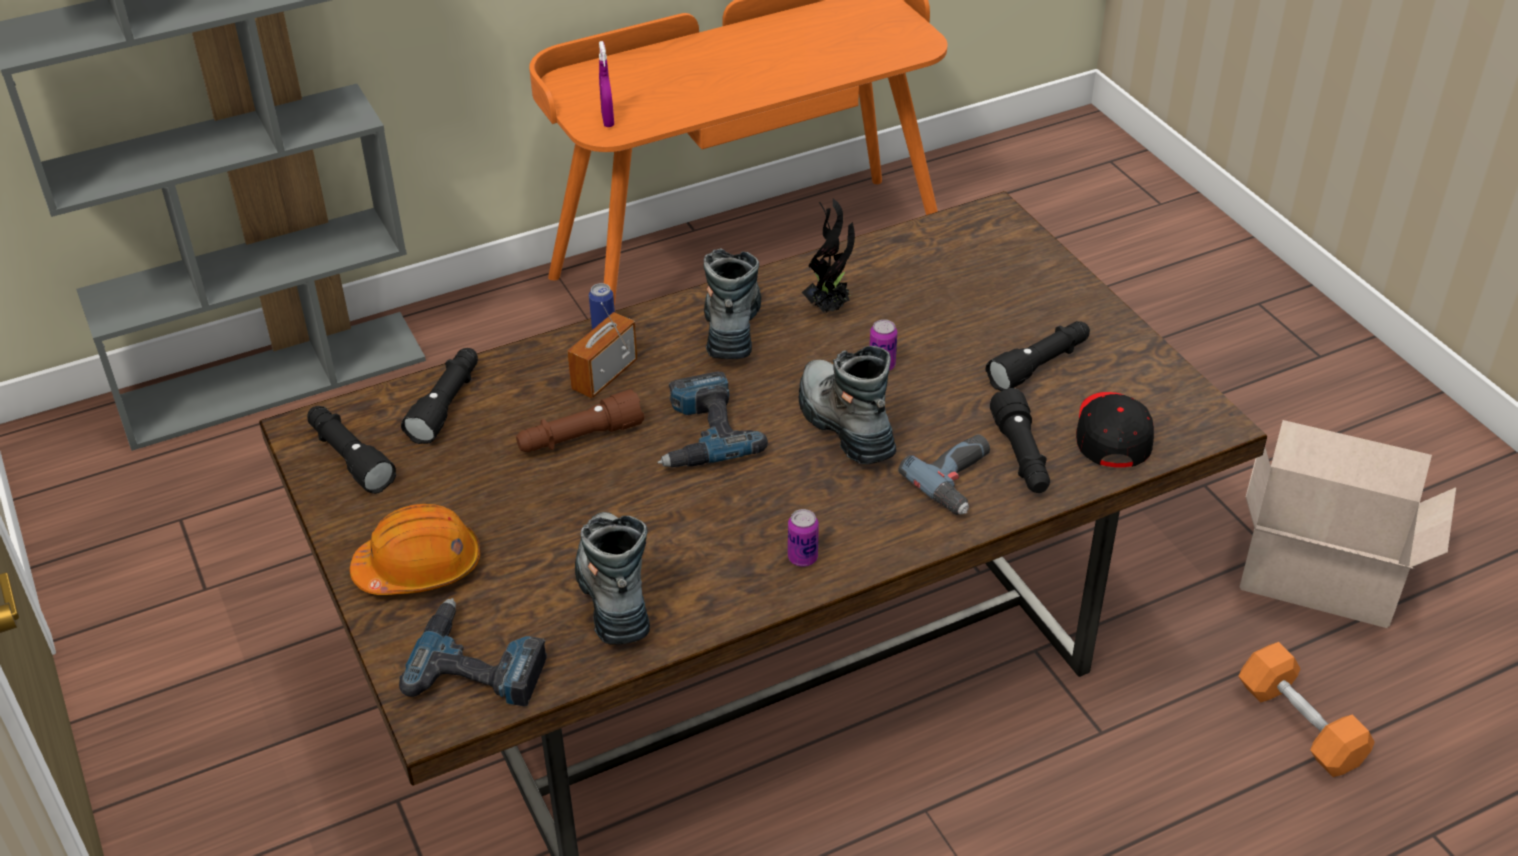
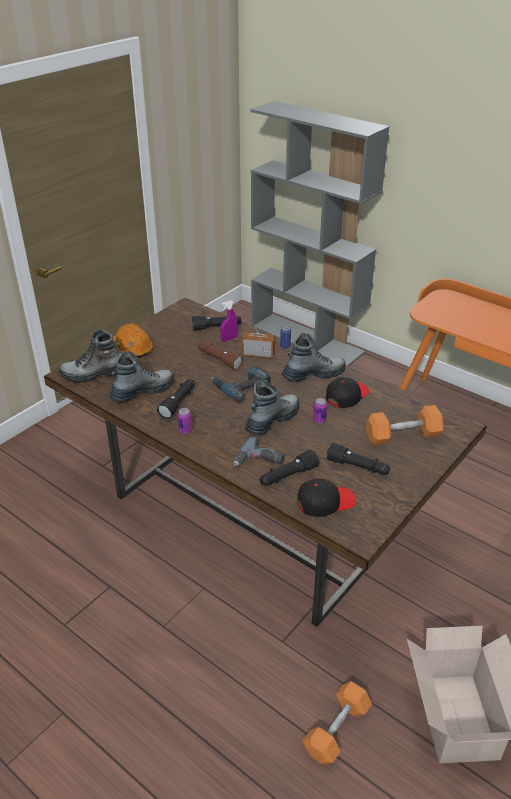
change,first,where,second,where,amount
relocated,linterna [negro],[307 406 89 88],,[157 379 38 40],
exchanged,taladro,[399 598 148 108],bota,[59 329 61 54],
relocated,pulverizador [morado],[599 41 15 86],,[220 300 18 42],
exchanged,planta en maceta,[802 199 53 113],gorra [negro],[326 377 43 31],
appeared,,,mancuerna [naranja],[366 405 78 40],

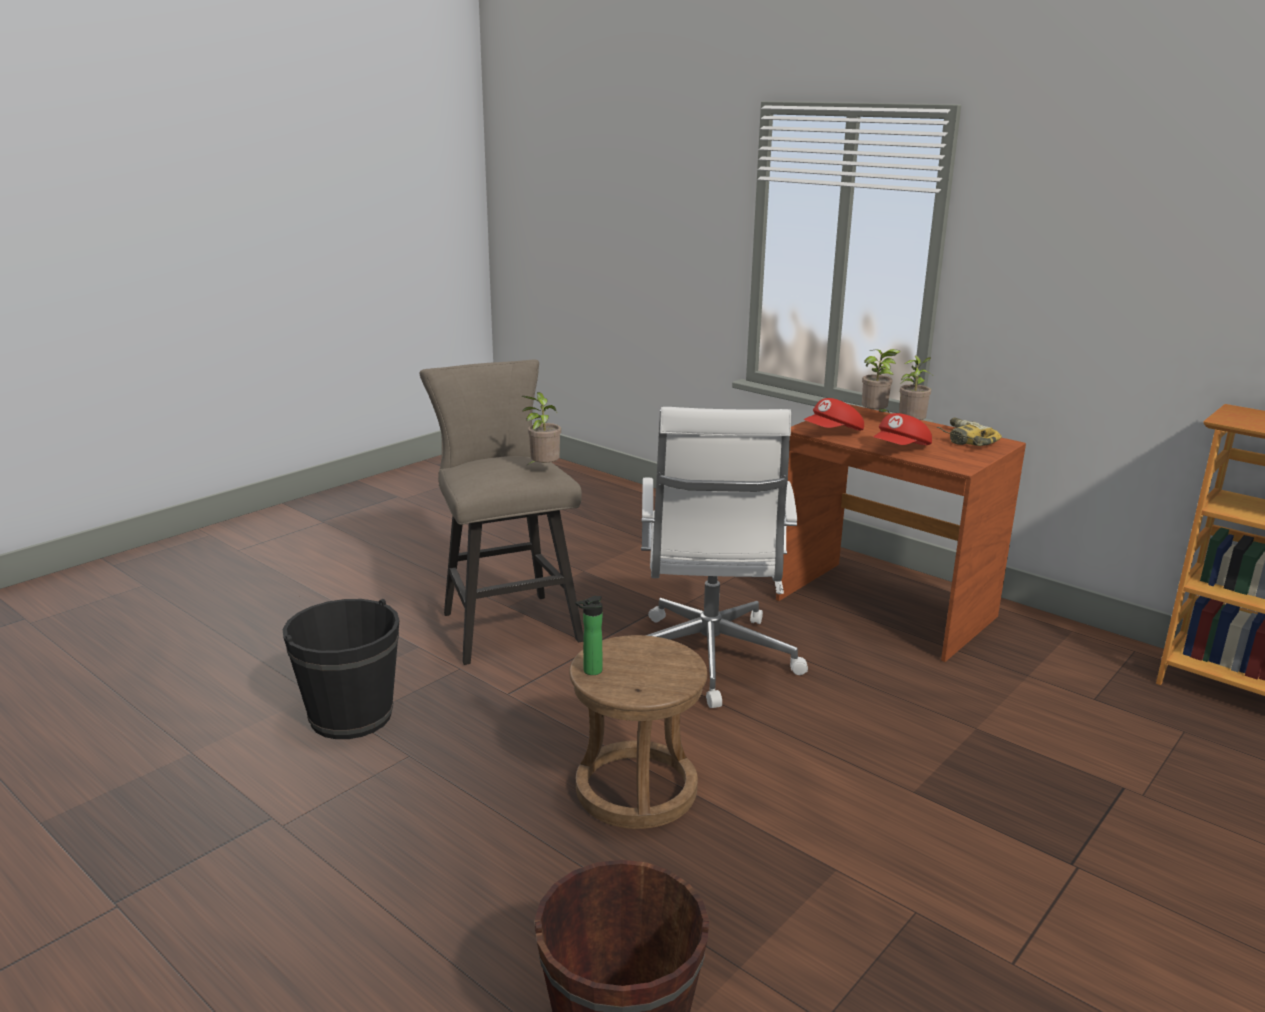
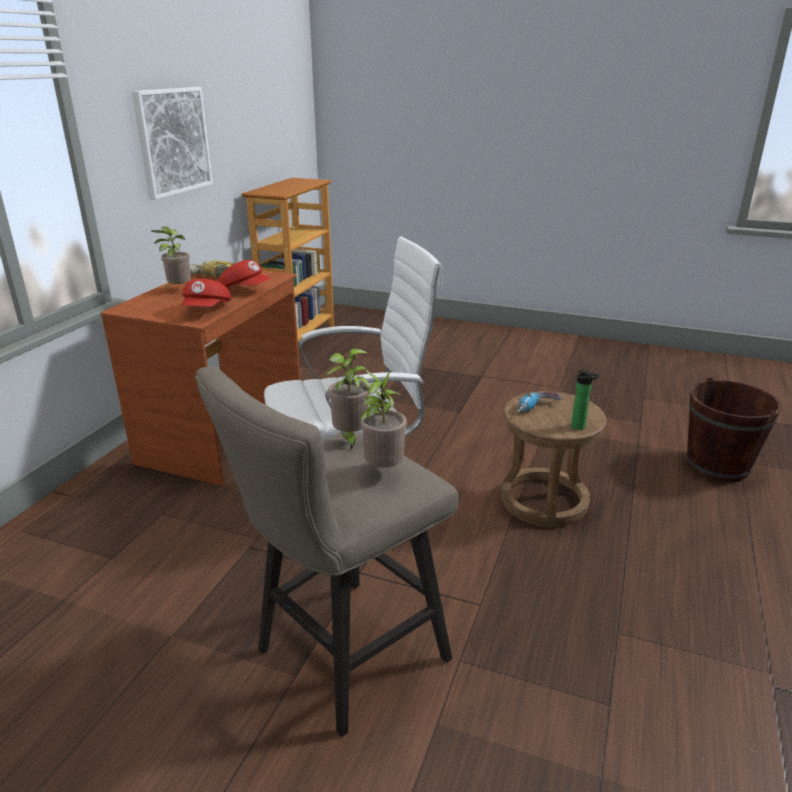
change,first,where,second,where,amount
missing,cubo [negro],[283 599 117 140],,,
spun,gorra [rojo],[803 398 61 33],,[181 279 50 28],60 degrees clockwise
relocated,planta en maceta,[862 349 39 63],,[359 370 48 97],
appeared,,,cuadro,[132 87 81 113],
appeared,,,taladro,[517 392 44 21],

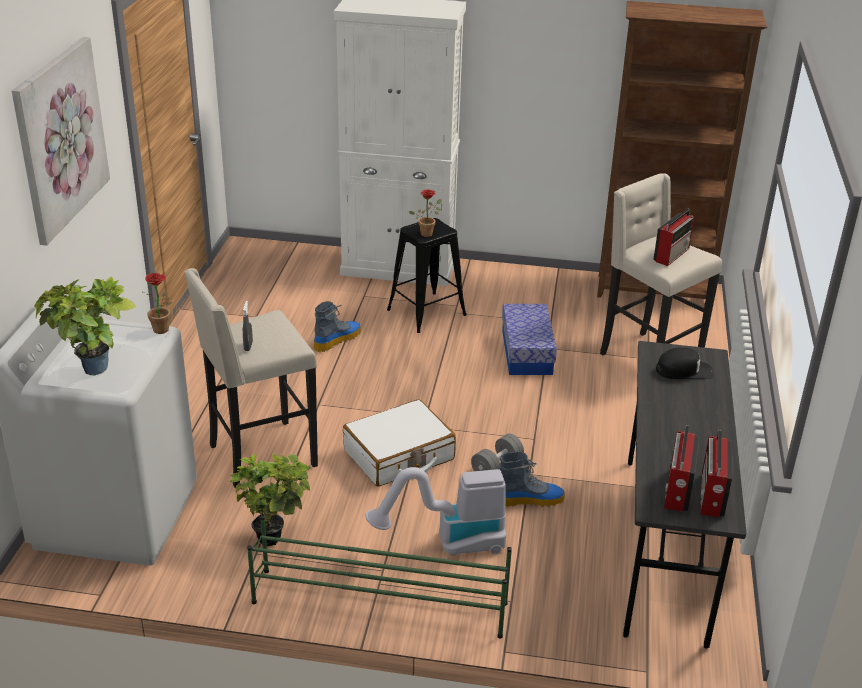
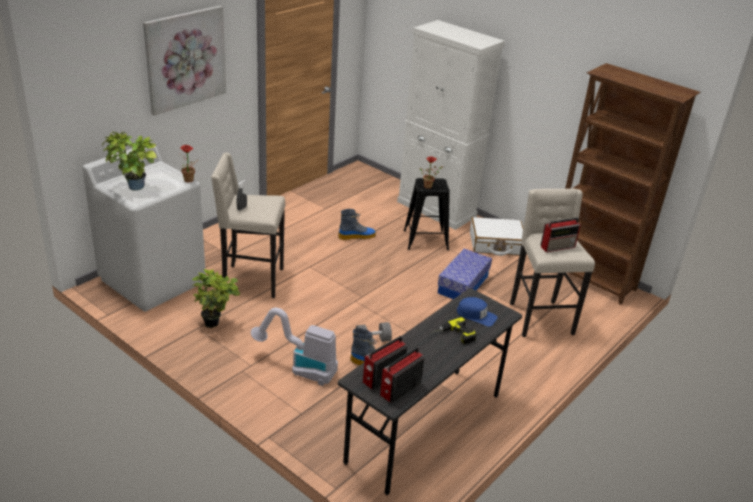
change,first,where,second,where,amount
missing,zapatero [verde],[247 515 265 124],,,
relocated,maleta [blanco],[343 399 113 88],,[470 217 53 39],
colour,gorra [negro],[656 347 58 32],gorra [azul],[457 297 41 30],
appeared,,,taladro,[428 317 48 28],

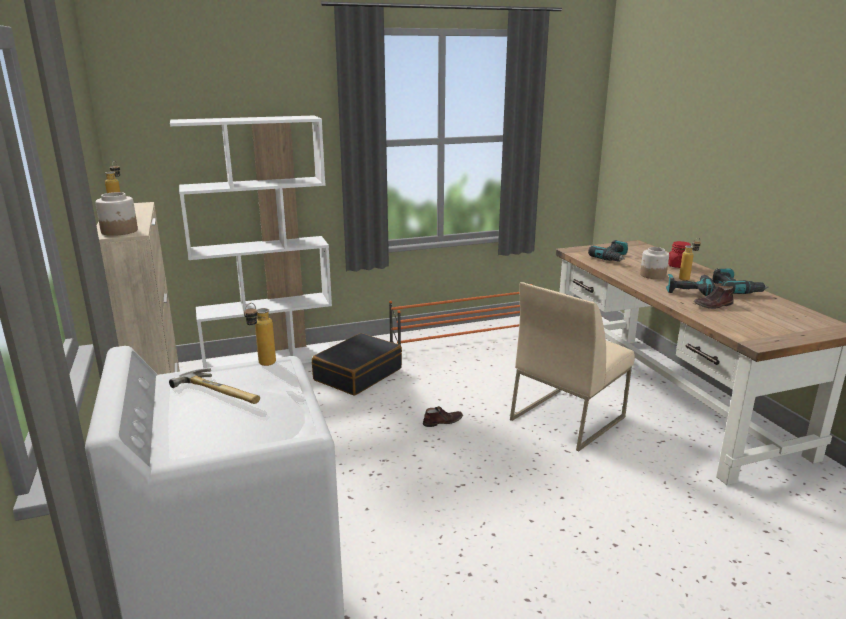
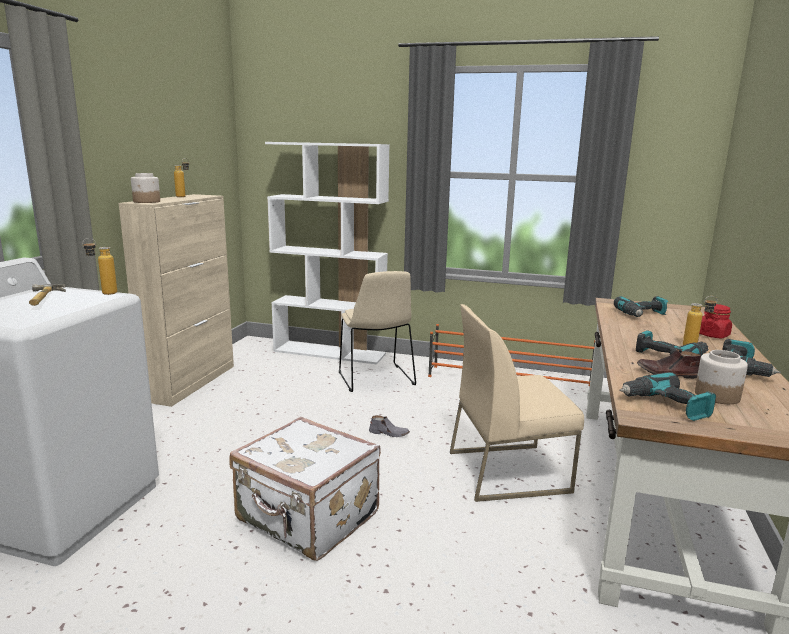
change,first,where,second,where,amount
exchanged,maleta [negro],[312 333 90 63],silla [beis],[339 271 77 121],
colour,zapato [marrón],[423 406 40 21],zapato [gris],[369 415 41 22],
relocated,tarro,[640 247 29 32],,[695 350 53 54],
appeared,,,maleta [blanco],[229 417 152 144],
appeared,,,taladro,[619 372 97 49],

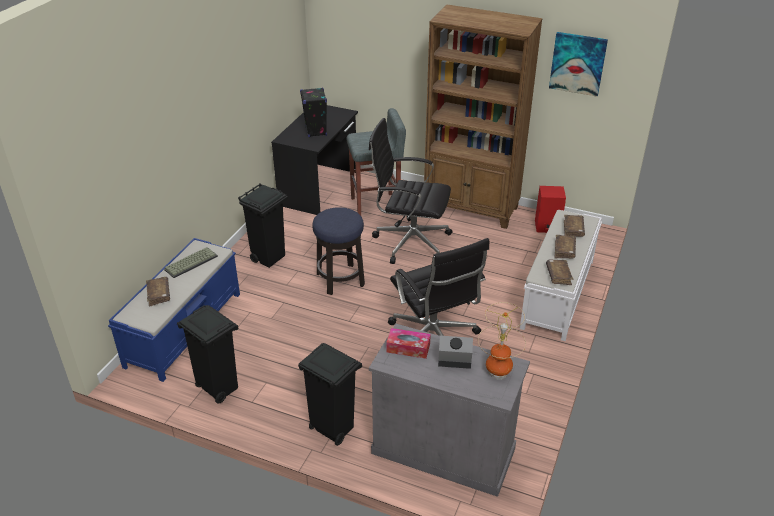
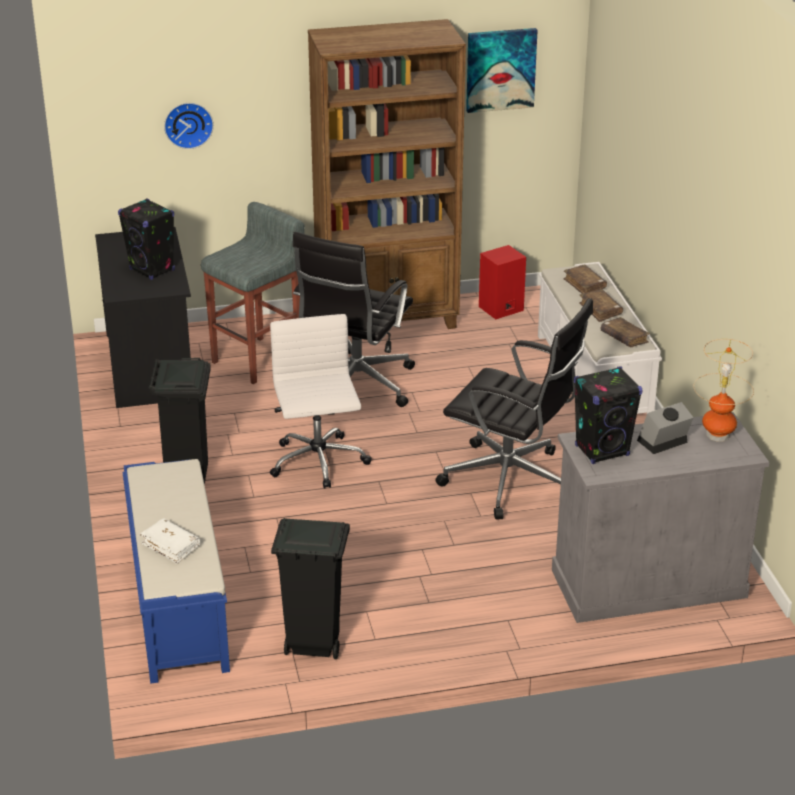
change,first,where,second,where,amount
colour,libro [marrón],[146 277 24 30],libro [blanco],[140 518 60 46],
missing,teclado,[164 247 54 31],,,
missing,papelera [negro],[298 343 64 103],,,
exchanged,taburete,[312 207 53 88],silla de oficina [blanco],[270 314 102 174],
spun,silla de oficina [negro],[369 118 84 146],,[293 232 122 183],45 degrees counterclockwise
exchanged,caja de pañuelos,[386 328 45 31],altavoz [negro],[574 366 69 98],
appeared,,,reloj de pared,[164 103 50 46],

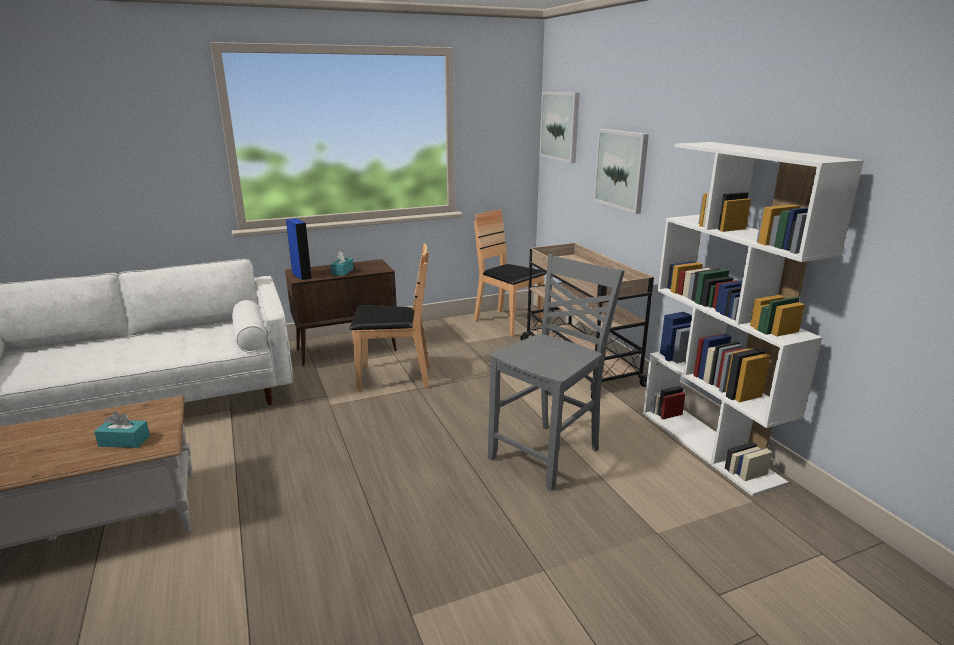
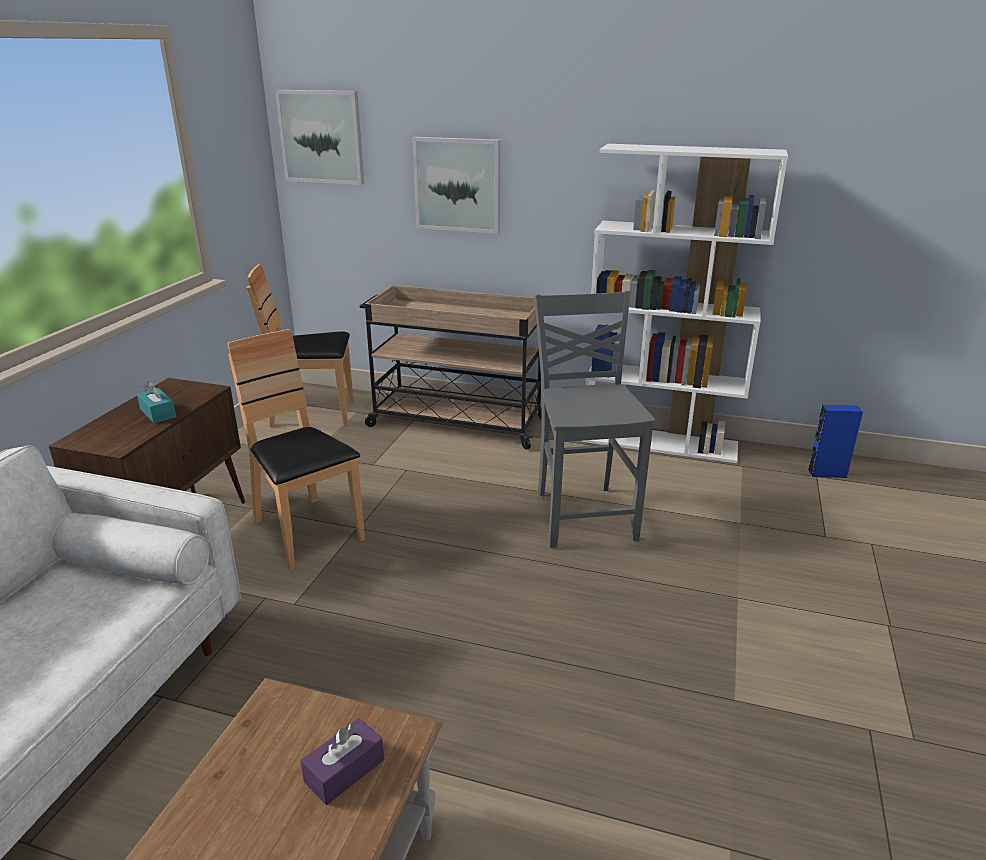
change,first,where,second,where,amount
colour,caja de pañuelos [turquesa],[94 411 56 37],caja de pañuelos [morado],[301 718 83 87],
relocated,altavoz [azul],[286 218 26 62],,[808 405 55 73],
spun,silla [marrón],[350 243 80 148],,[227 329 138 241],75 degrees counterclockwise

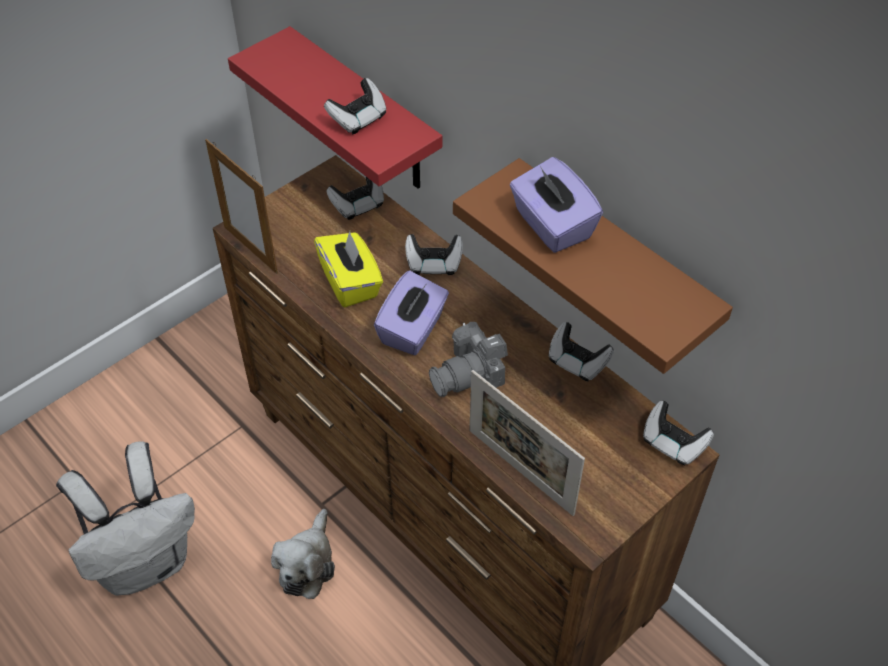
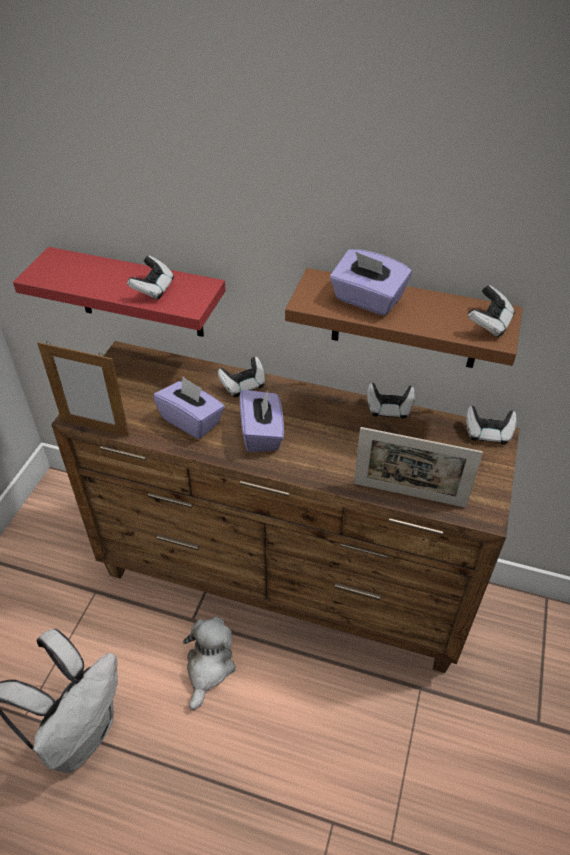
change,first,where,second,where,amount
spun,peluche,[271 509 64 90],,[183 617 53 93],150 degrees counterclockwise
colour,caja de pañuelos [amarillo],[314 231 69 76],caja de pañuelos [morado],[153 377 72 62],
relocated,mando de consola,[326 177 58 43],,[468 285 46 53],
missing,cámara,[429 322 79 75],,,

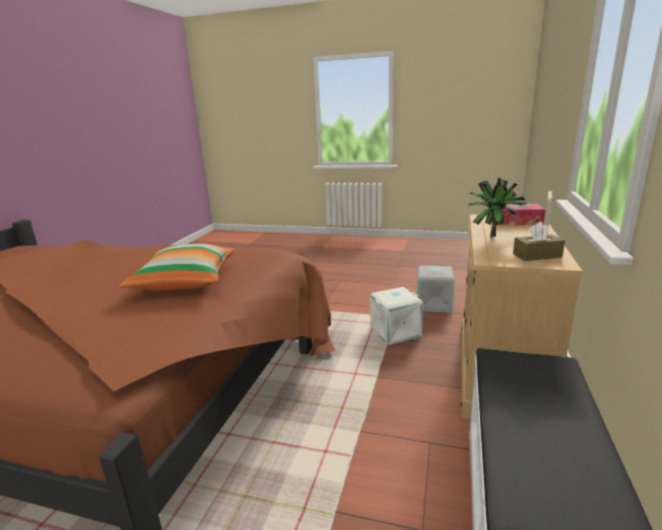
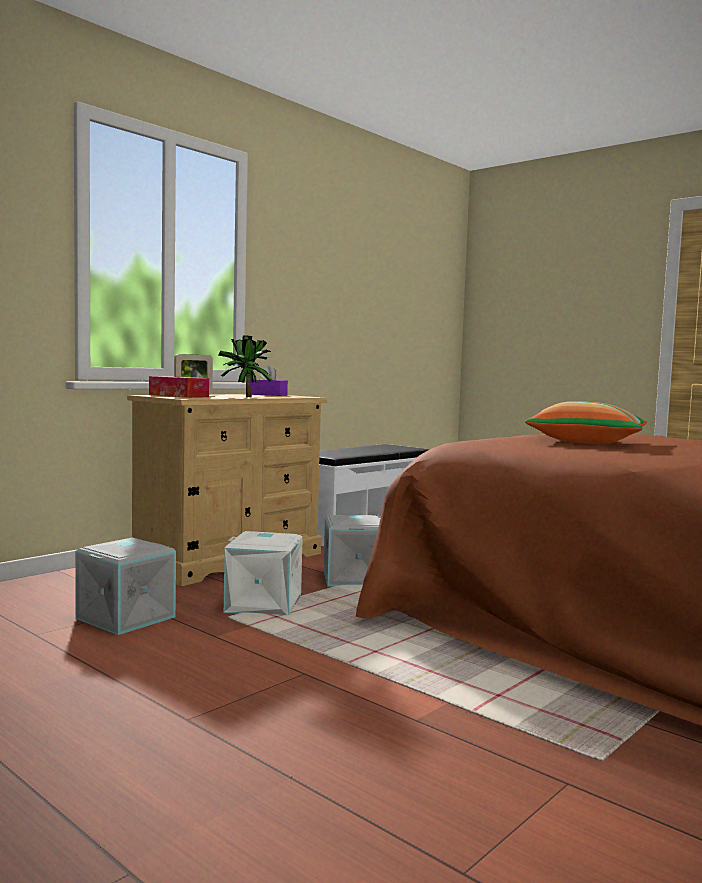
change,first,where,second,where,amount
colour,caja de pañuelos [marrón],[513 222 52 39],caja de pañuelos [morado],[250 365 38 31],
appeared,,,caja de almacenaje [gris],[323 515 57 71],

